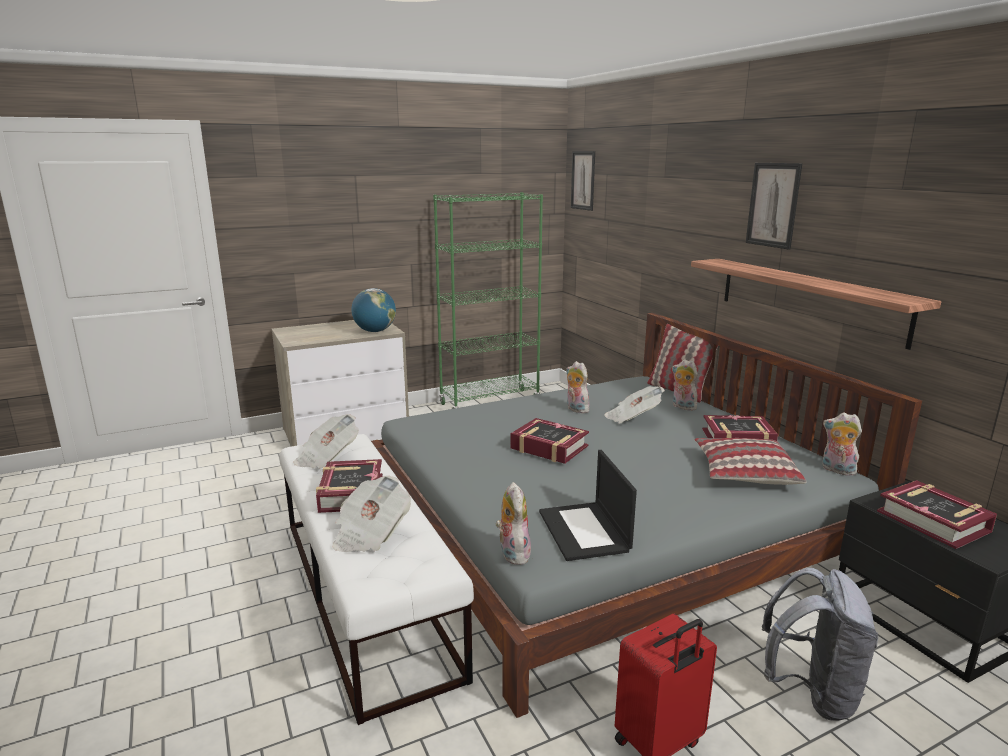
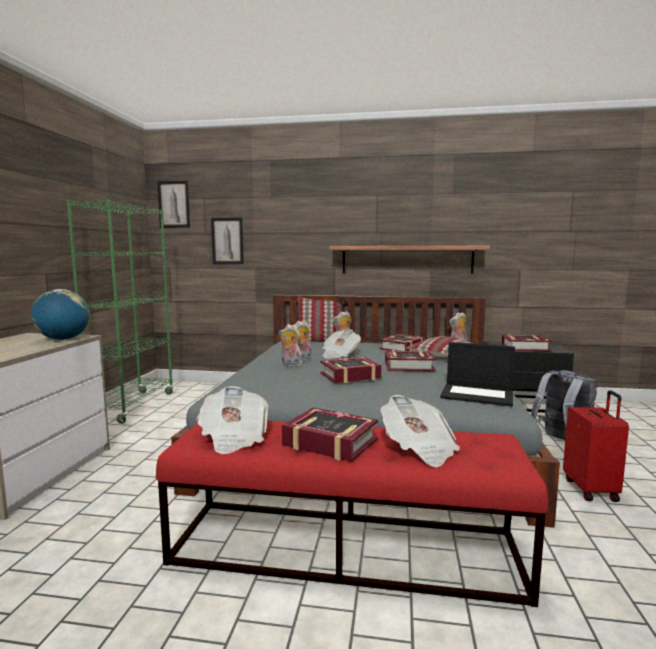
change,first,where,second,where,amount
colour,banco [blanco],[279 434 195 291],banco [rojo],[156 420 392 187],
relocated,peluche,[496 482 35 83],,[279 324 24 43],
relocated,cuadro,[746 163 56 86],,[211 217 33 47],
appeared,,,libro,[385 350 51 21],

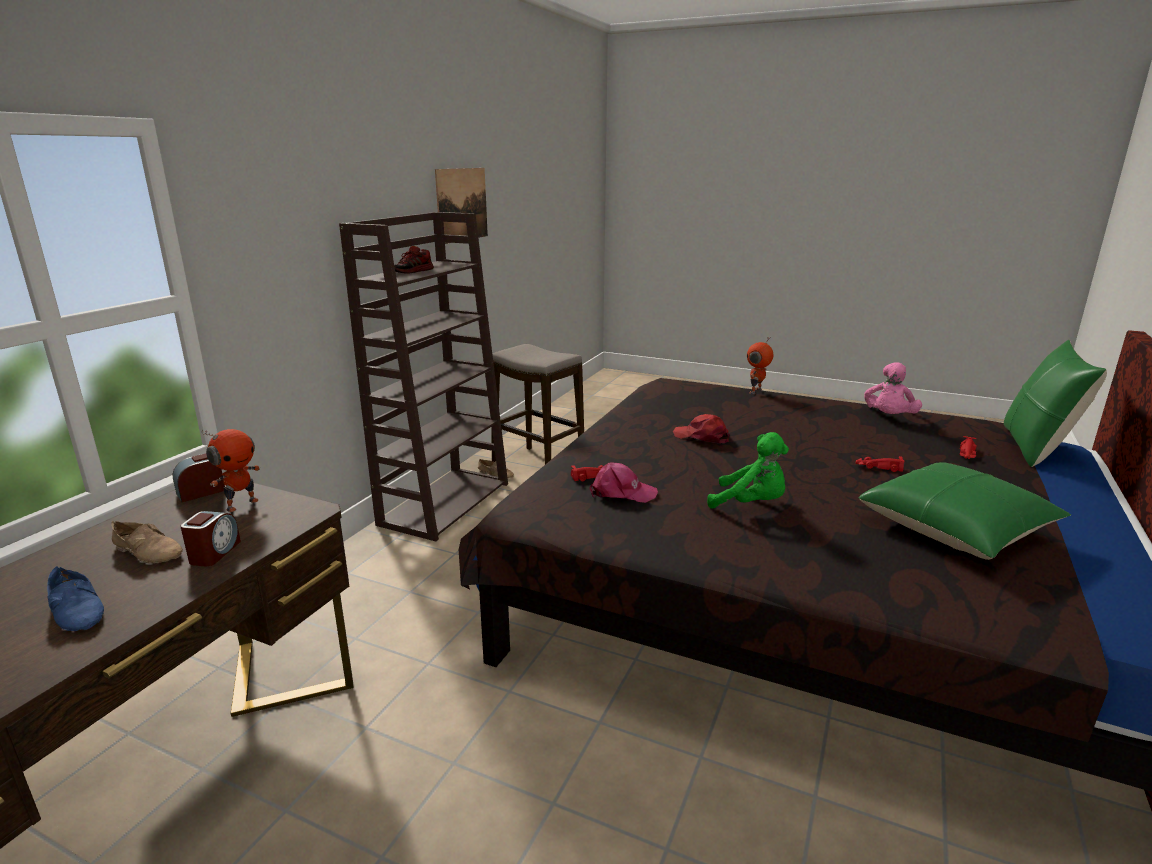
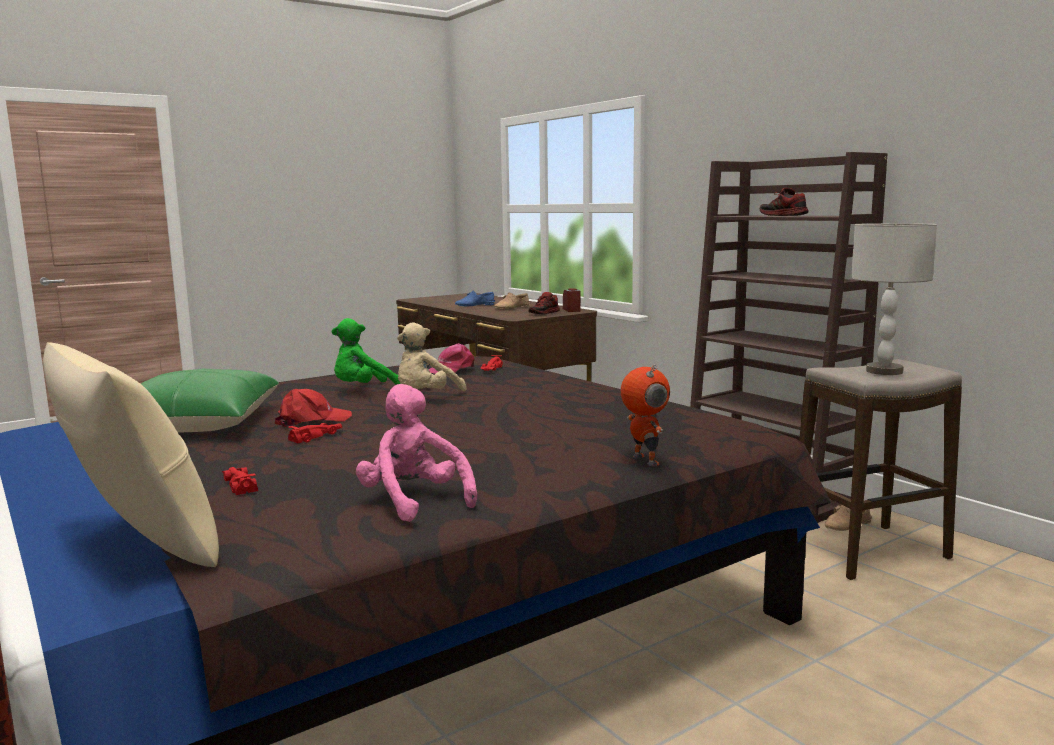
change,first,where,second,where,amount
missing,despertador,[181 511 60 55],,,
exchanged,robot de juguete,[202 429 58 83],zapato,[528 292 32 22],
missing,cuadro,[435 168 53 76],,,
relocated,gorra [rojo],[673 414 57 29],,[275 389 77 38],
colour,cojín [verde],[1004 340 103 127],cojín [beis],[43 342 176 225],
appeared,,,peluche [beis],[397 322 69 69],
appeared,,,lámpara de mesa [gris],[851 223 86 152],

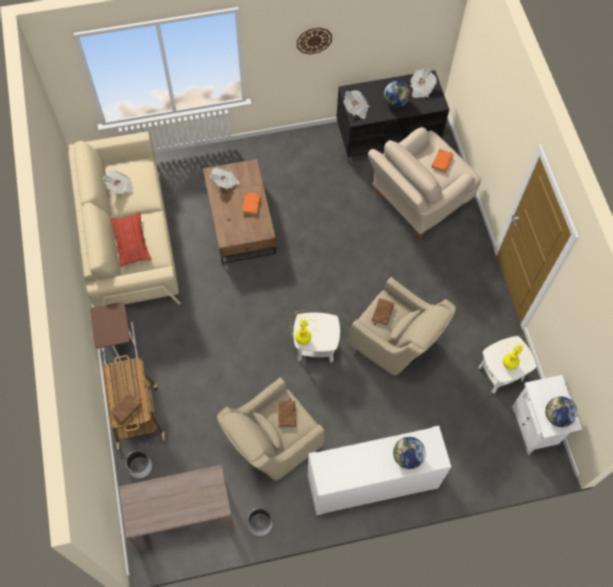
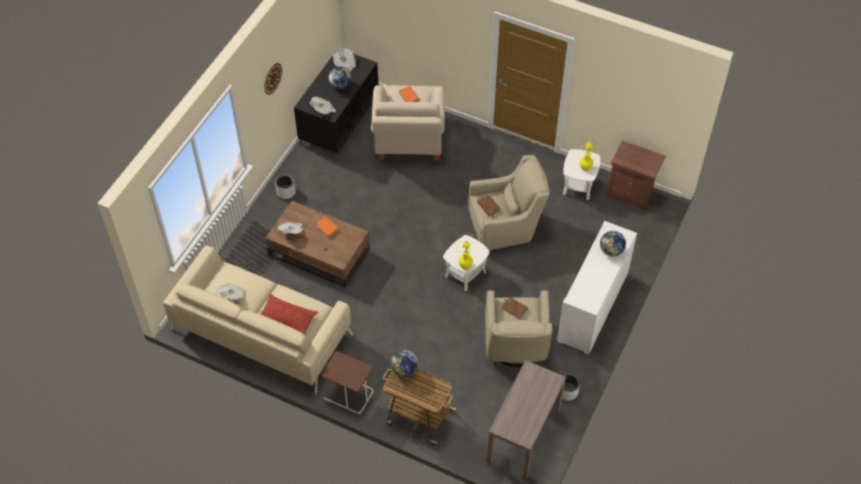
change,first,where,second,where,amount
missing,libro [marrón],[110 392 32 31],,,
relocated,maceta [gris],[125 450 27 28],,[275 174 21 25],
colour,mesita de noche [blanco],[512 375 70 80],mesita de noche [marrón],[607 140 59 71],
relocated,globo terráqueo,[545 396 32 31],,[390 350 28 27],

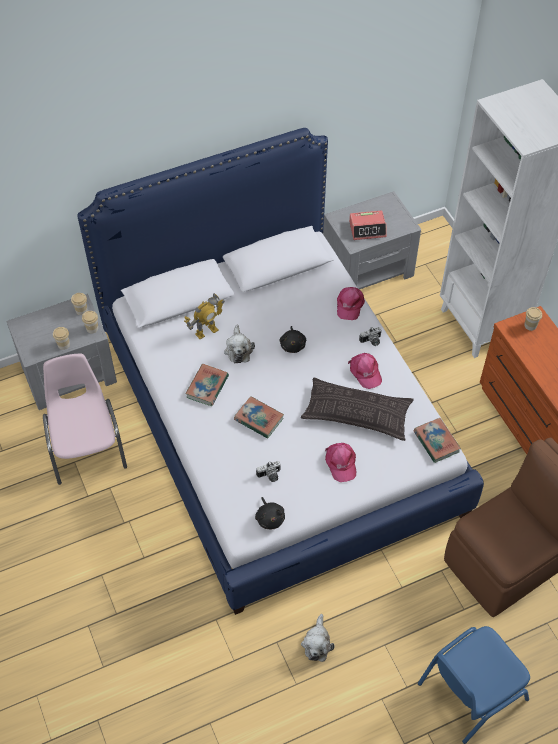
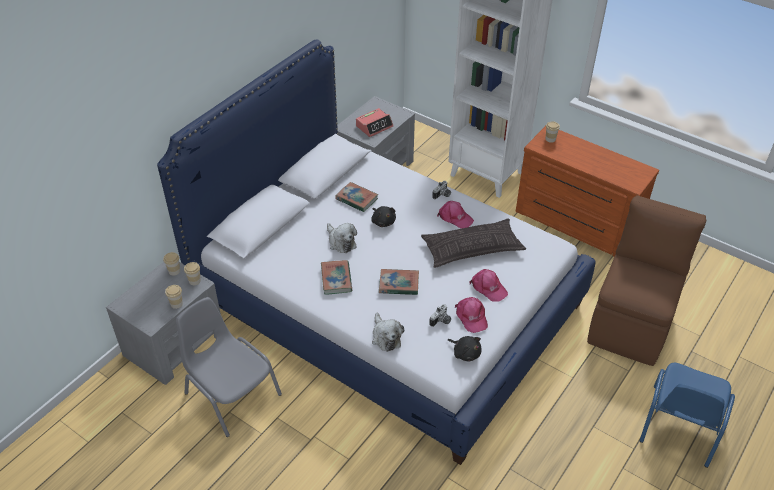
change,first,where,second,where,amount
colour,silla [rosa],[43 354 84 131],silla [gris],[176 297 106 140],
missing,robot de juguete,[184 293 41 46],,,
relocated,peluche,[301 614 34 48],,[372 313 32 39],
relocated,gorra [rosa],[337 287 28 33],,[455 297 33 36],
relocated,libro,[414 418 47 45],,[335 182 43 30],

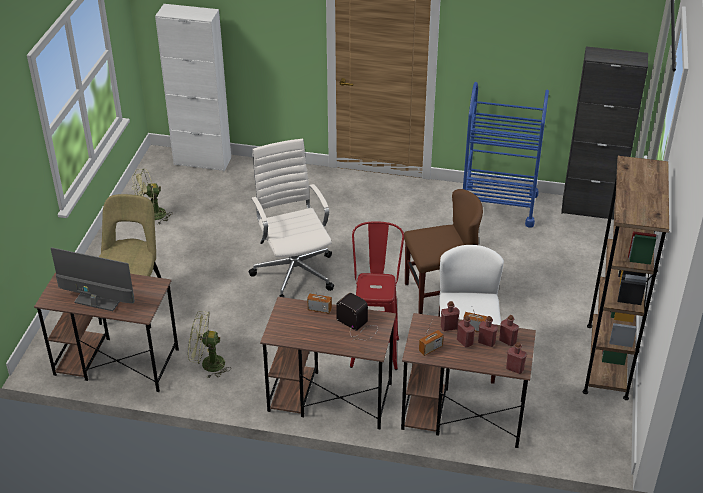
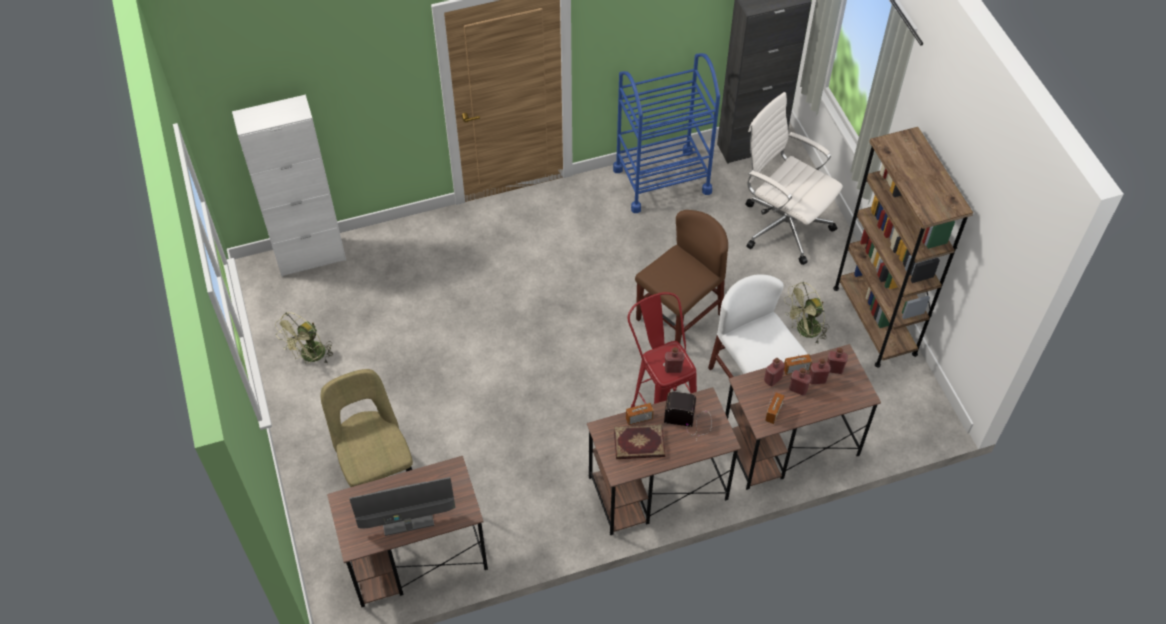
change,first,where,second,where,amount
relocated,ventilador [verde],[188 311 43 68],,[784 282 45 63],
relocated,silla de oficina [blanco],[249 139 85 158],,[745 92 98 173],
relocated,botella [rojo],[506 342 21 32],,[665 347 20 26],
appeared,,,libro,[614 424 51 35],

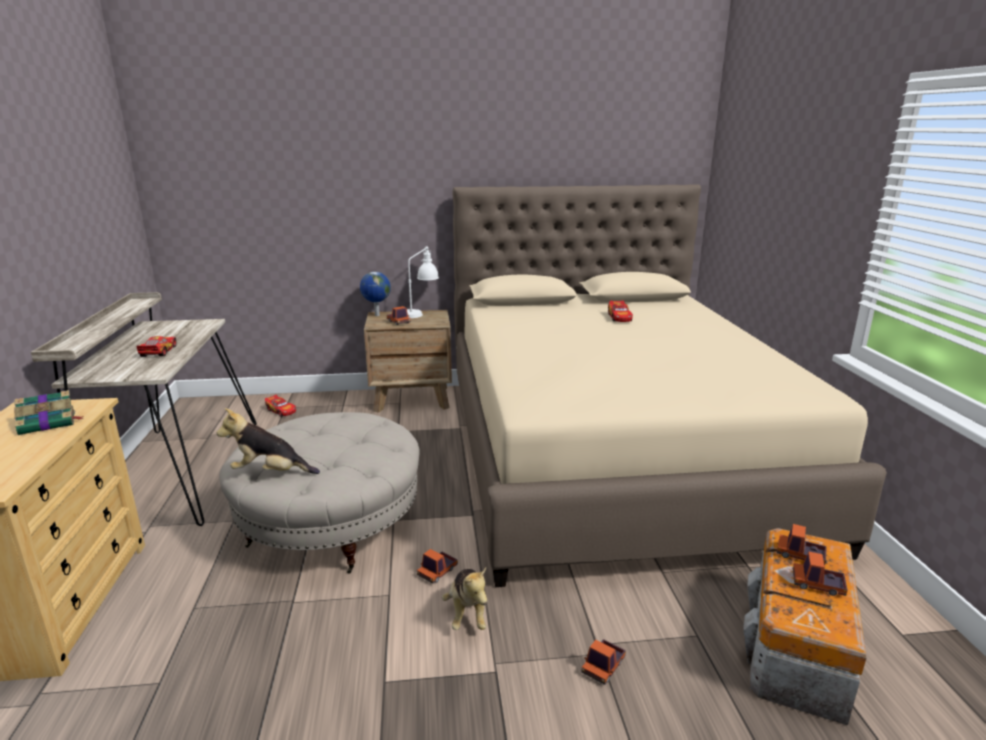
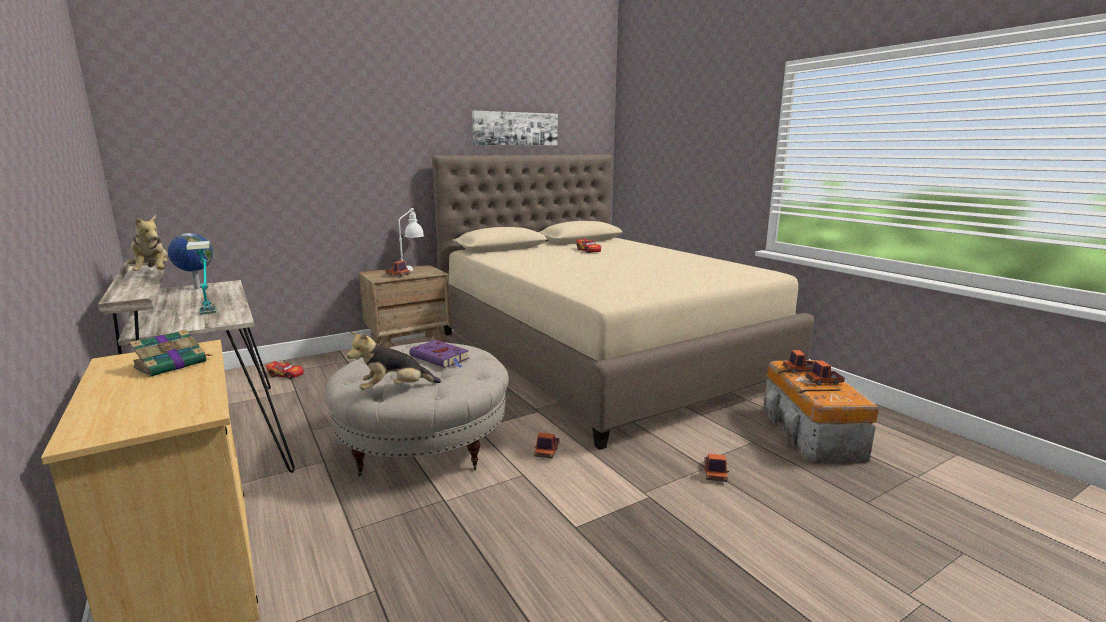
change,first,where,second,where,amount
exchanged,coche de juguete,[137 336 40 21],lámpara de mesa,[186 241 31 74],
relocated,globo terráqueo,[360 272 31 44],,[168 233 45 56],
relocated,peluche,[442 567 45 63],,[127 215 41 56],
appeared,,,libro [morado],[409 340 60 28],
appeared,,,cuadro,[472 111 86 34],

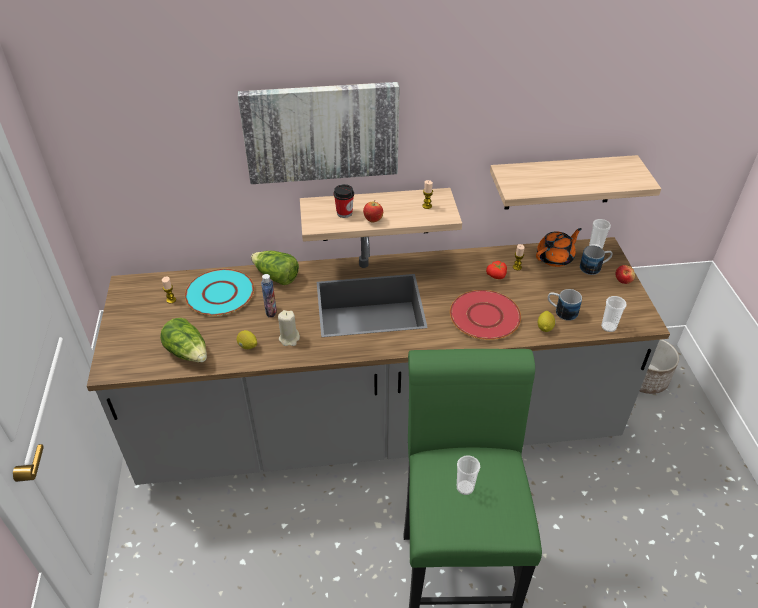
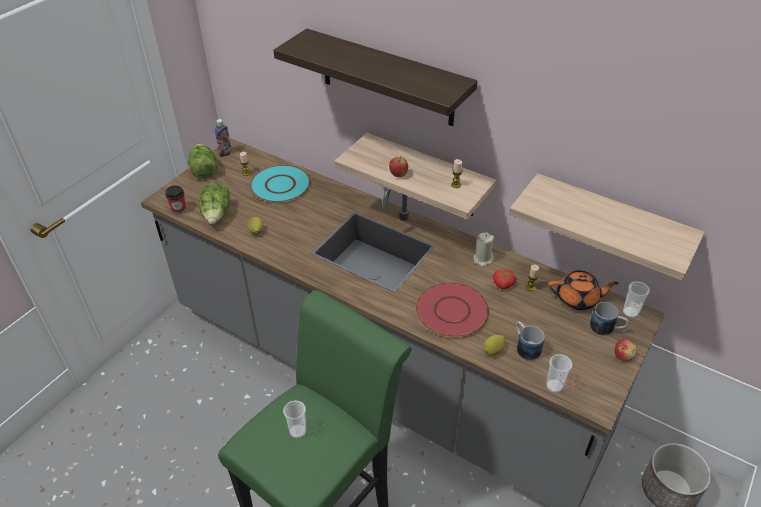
change,first,where,second,where,amount
exchanged,cuadro,[238 82 162 102],estante,[273 29 204 97],
relocated,lechuga,[251 251 48 34],,[188 144 30 35],
relocated,botella,[261 274 16 43],,[215 119 17 38],
relocated,vela [beis],[278 310 22 36],,[474 232 20 35],
relocated,taza,[333 184 21 34],,[165 185 21 29],

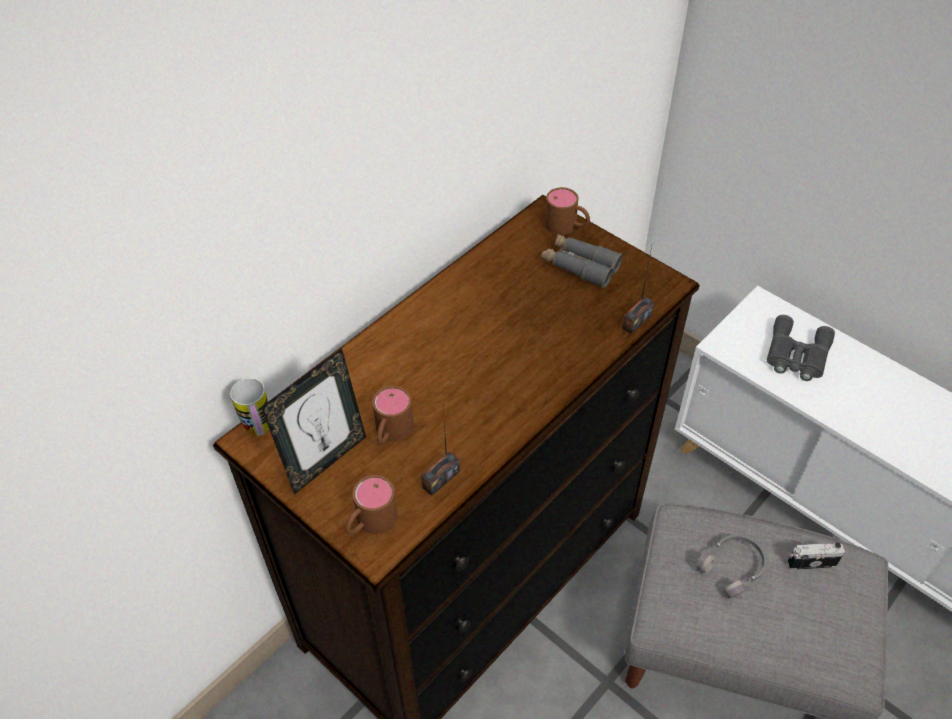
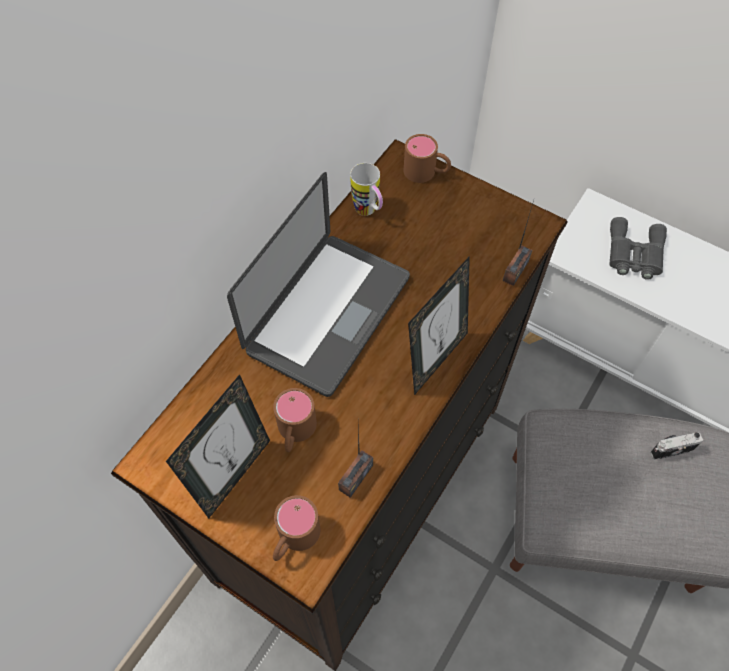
change,first,where,second,where,amount
relocated,taza grande,[230 378 39 58],,[350 163 33 53],
missing,prismáticos [gris],[541 234 82 54],,,
missing,auriculares [gris],[696 535 70 64],,,
appeared,,,portátil,[227 172 183 225],
appeared,,,portarretratos,[408 256 62 139],

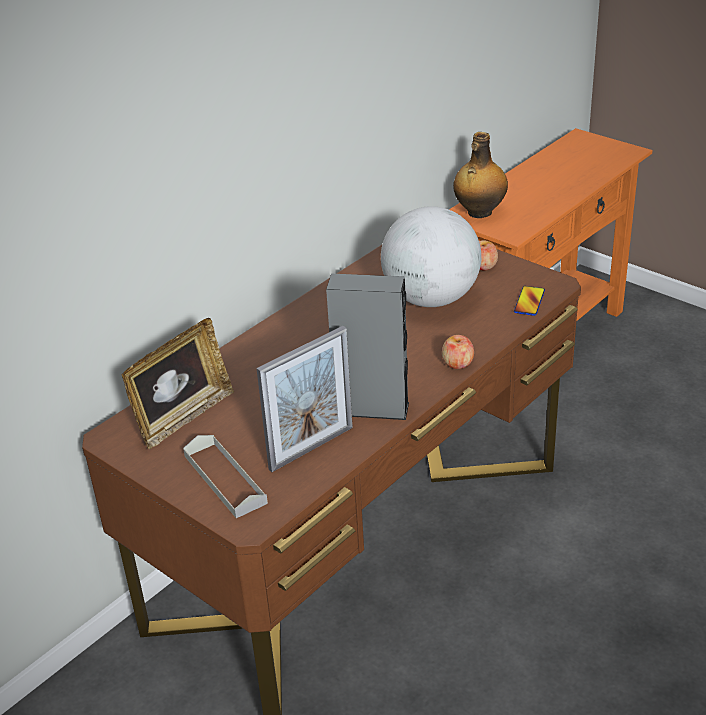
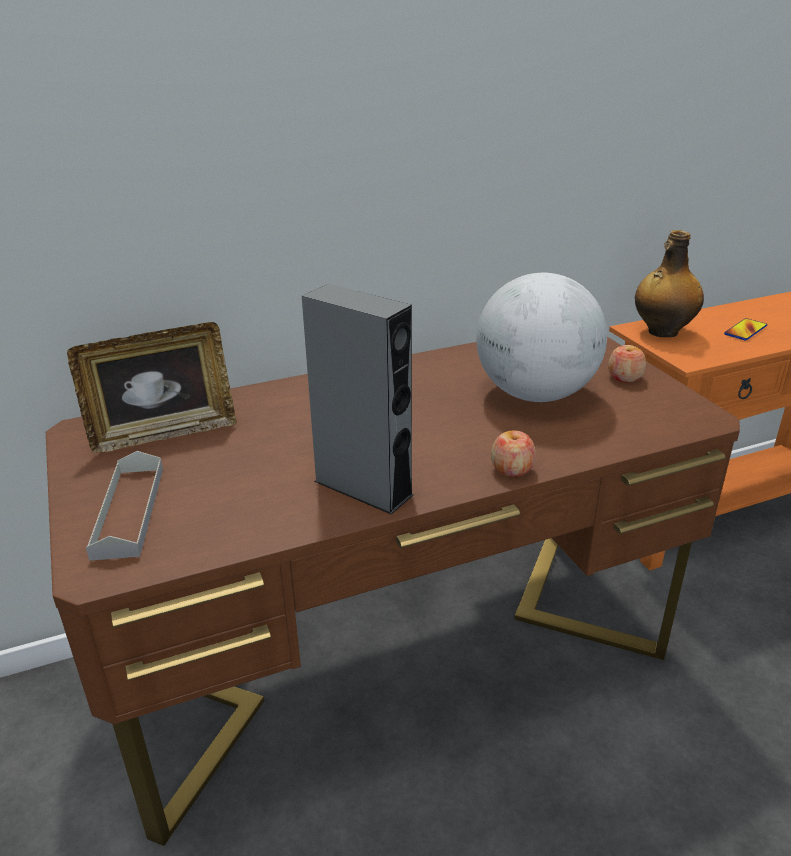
change,first,where,second,where,amount
missing,portarretratos,[256 326 97 146],,,
relocated,móvil,[514 286 31 30],,[724 318 43 22],

